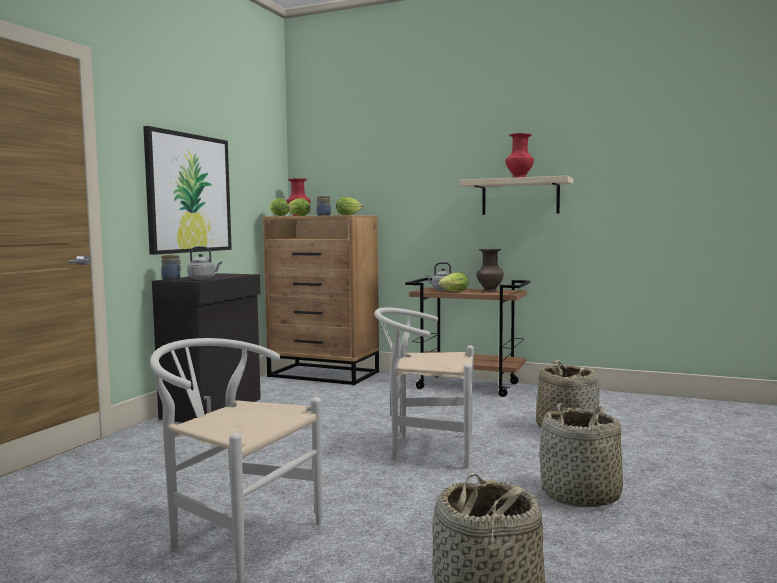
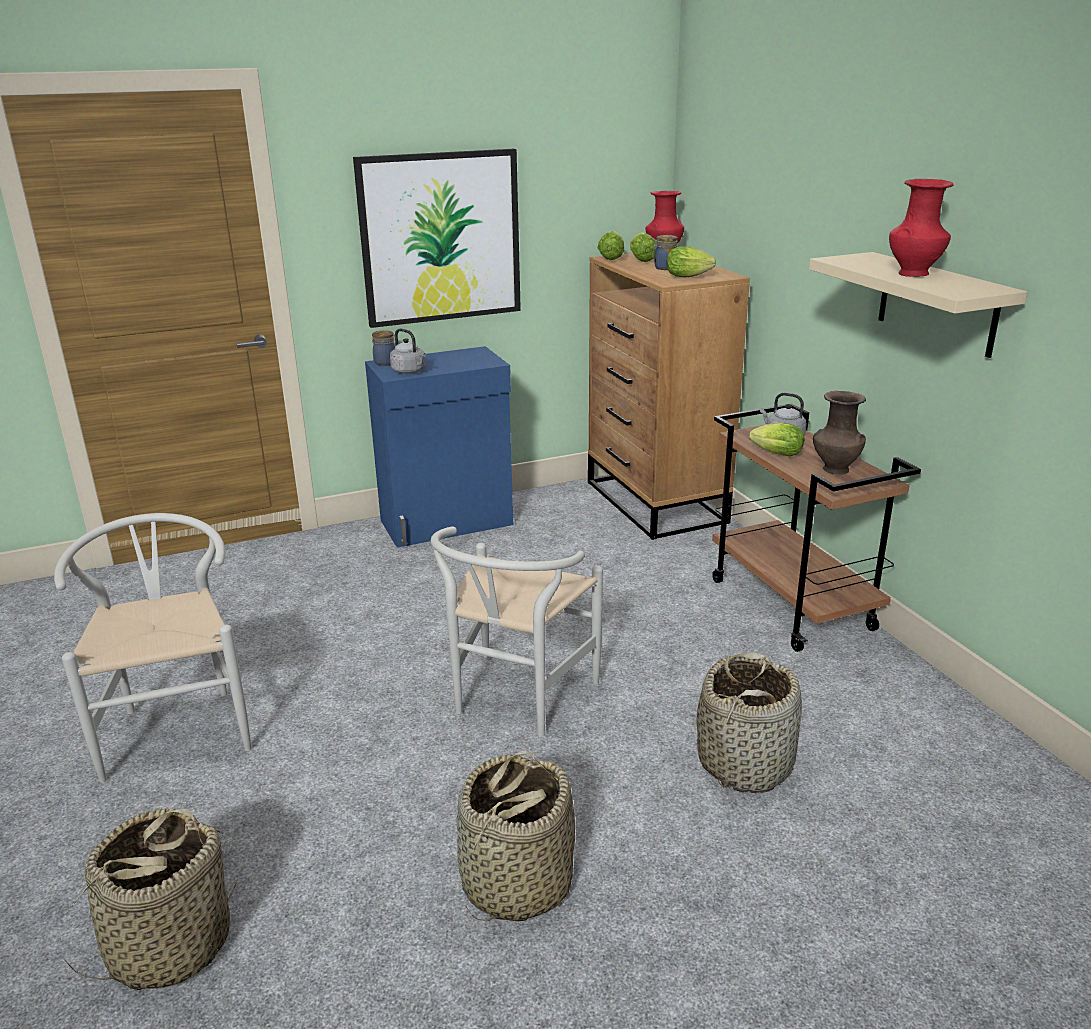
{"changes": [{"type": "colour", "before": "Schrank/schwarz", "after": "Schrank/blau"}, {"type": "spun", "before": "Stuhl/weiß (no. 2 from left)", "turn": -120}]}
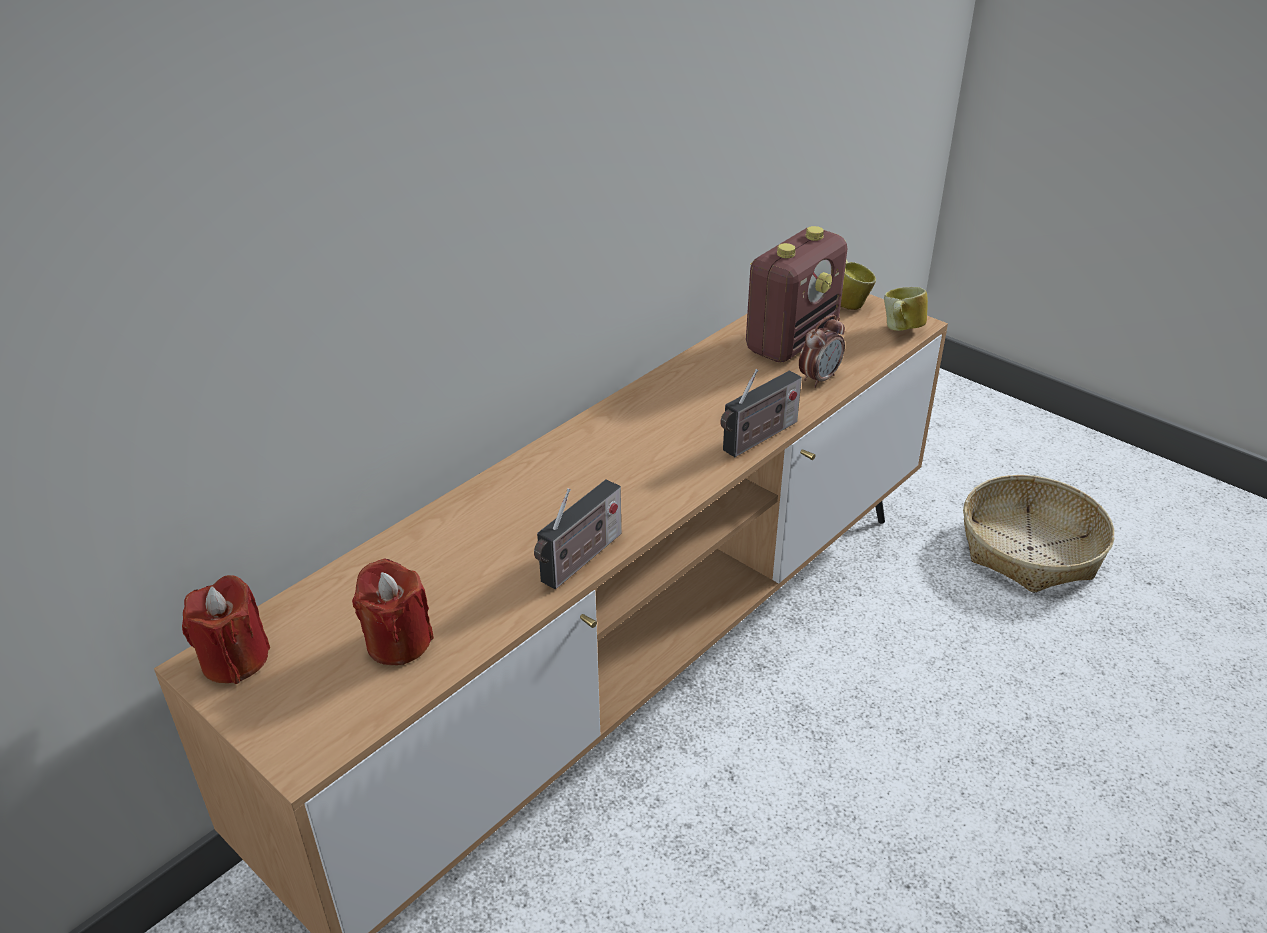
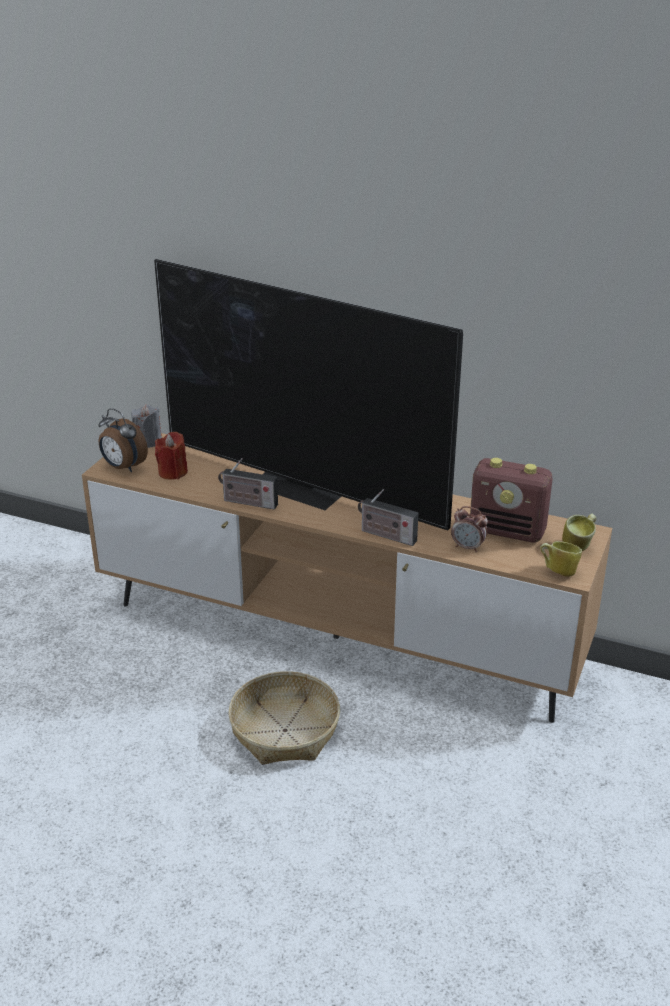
{"changes": [{"type": "relocated", "before": "Korb"}, {"type": "colour", "before": "Kerze/rot (no. 1 from left)", "after": "Kerze/grau"}, {"type": "appeared", "after": "Fernseher"}, {"type": "appeared", "after": "Wecker (no. 1 from left)"}]}
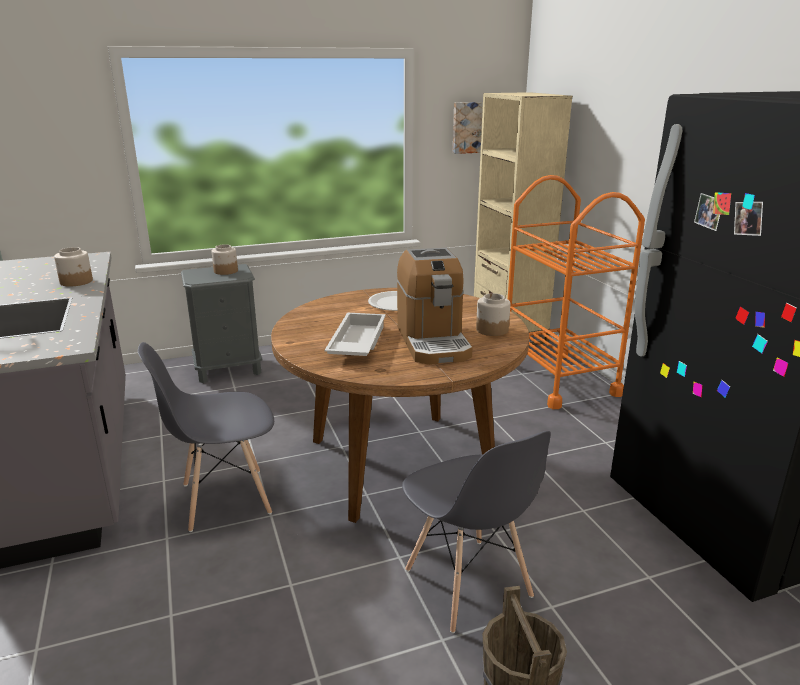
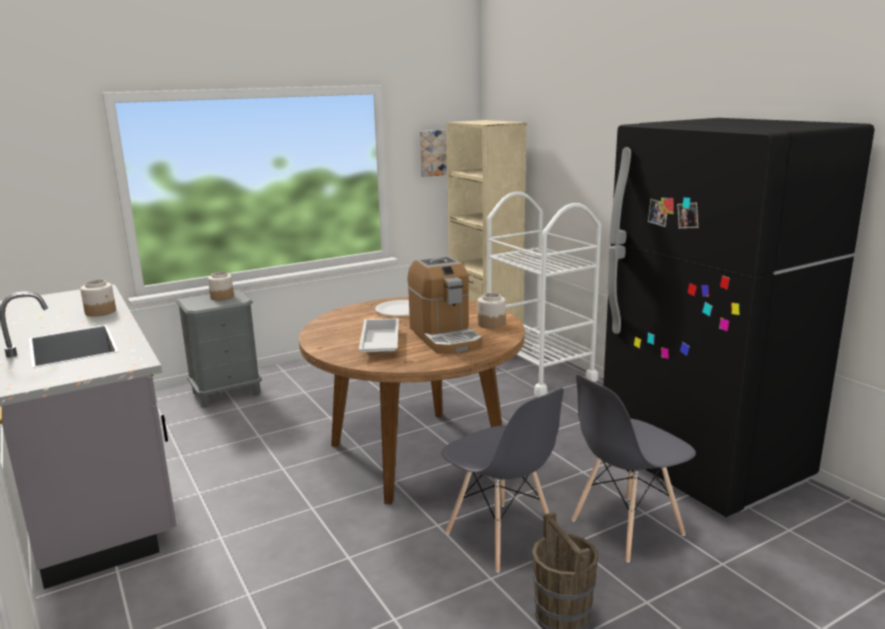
{"changes": [{"type": "colour", "before": "Rollwagen/orange", "after": "Rollwagen/weiß"}, {"type": "relocated", "before": "Stuhl/grau (no. 1 from left in the first image)", "after": "Stuhl/grau (no. 2 from left)"}]}
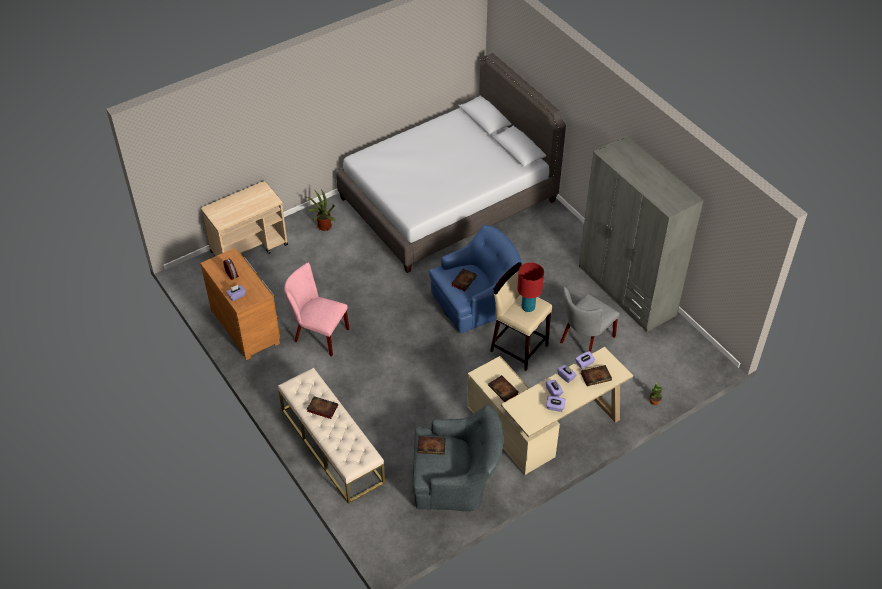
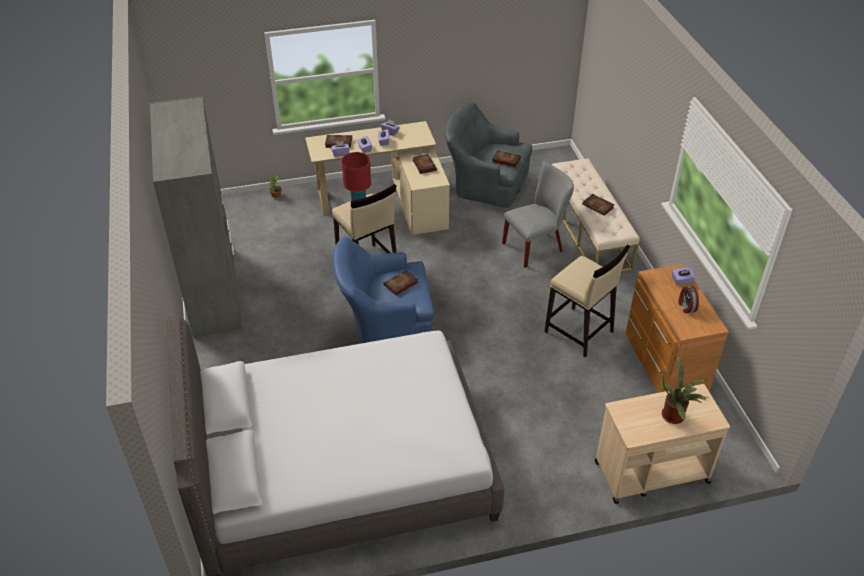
{"changes": [{"type": "relocated", "before": "Topfpflanze (no. 1 from left in the first image)", "after": "Topfpflanze (no. 2 from left)"}, {"type": "exchanged", "before": "Stuhl/rosa", "after": "Hocker/beige (no. 2 from left)"}, {"type": "relocated", "before": "Stuhl/grau"}]}
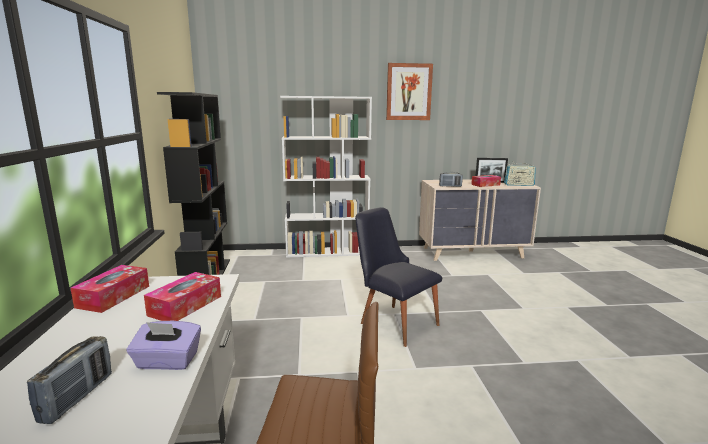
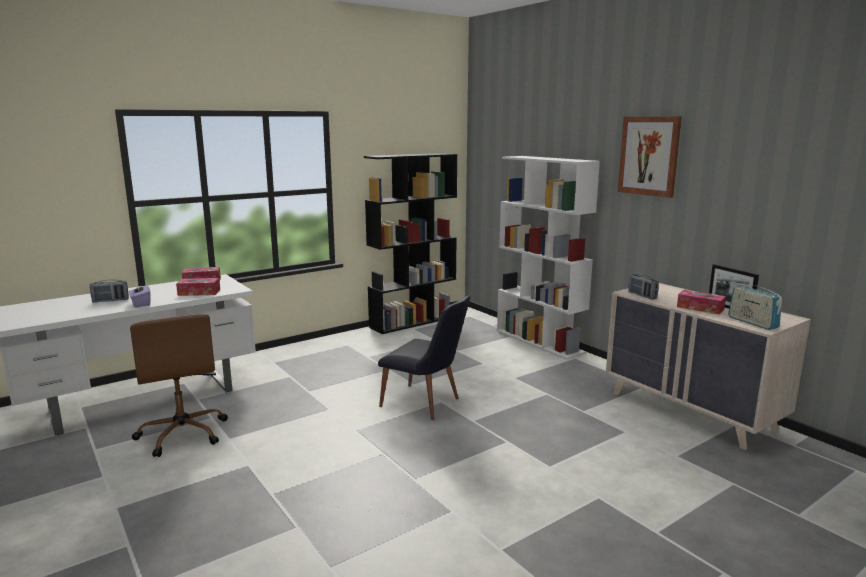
{"changes": [{"type": "spun", "before": "Stuhl/schwarz", "turn": 105}]}
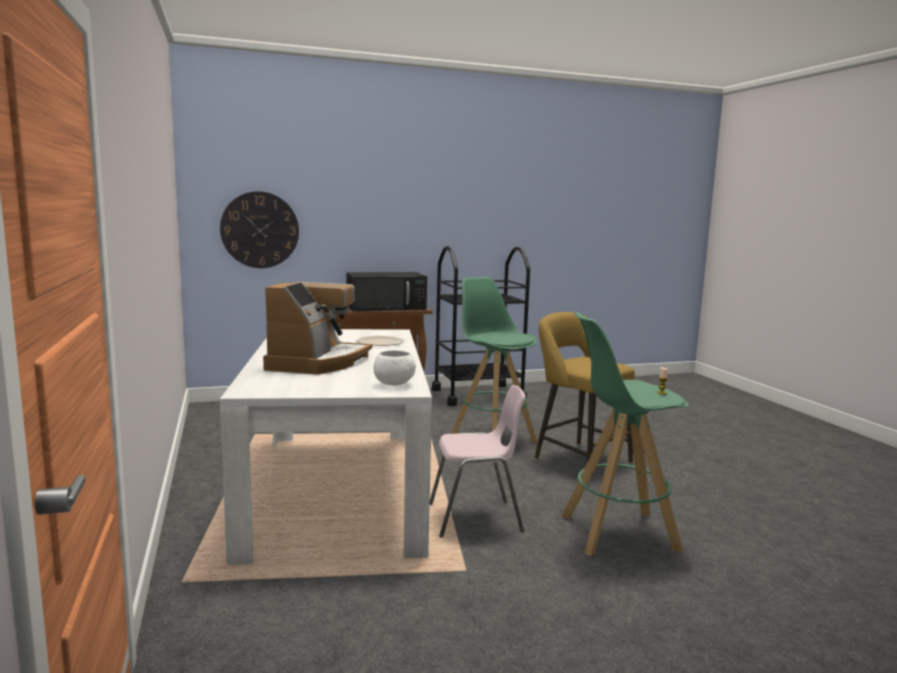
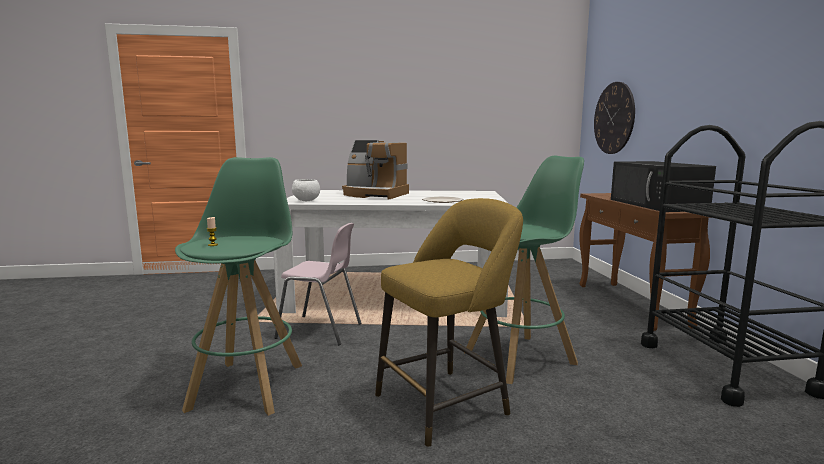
{"changes": [{"type": "spun", "before": "Stuhl/rosa", "turn": -75}]}
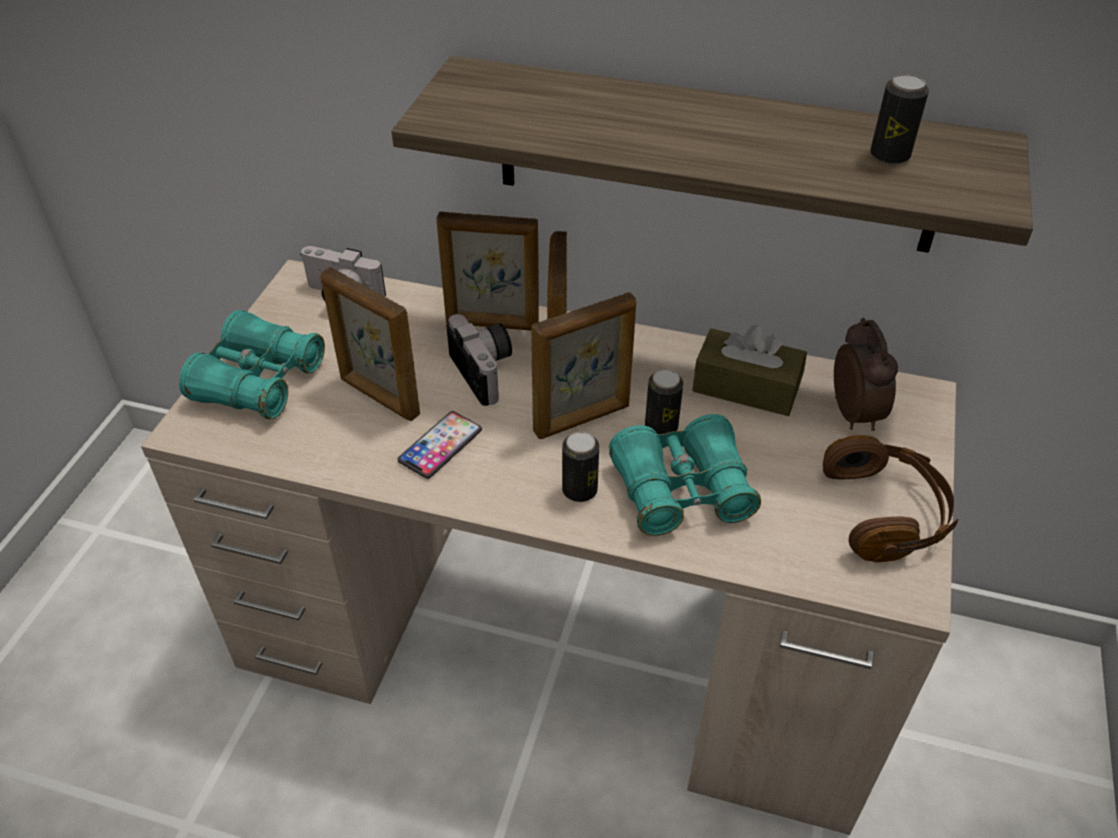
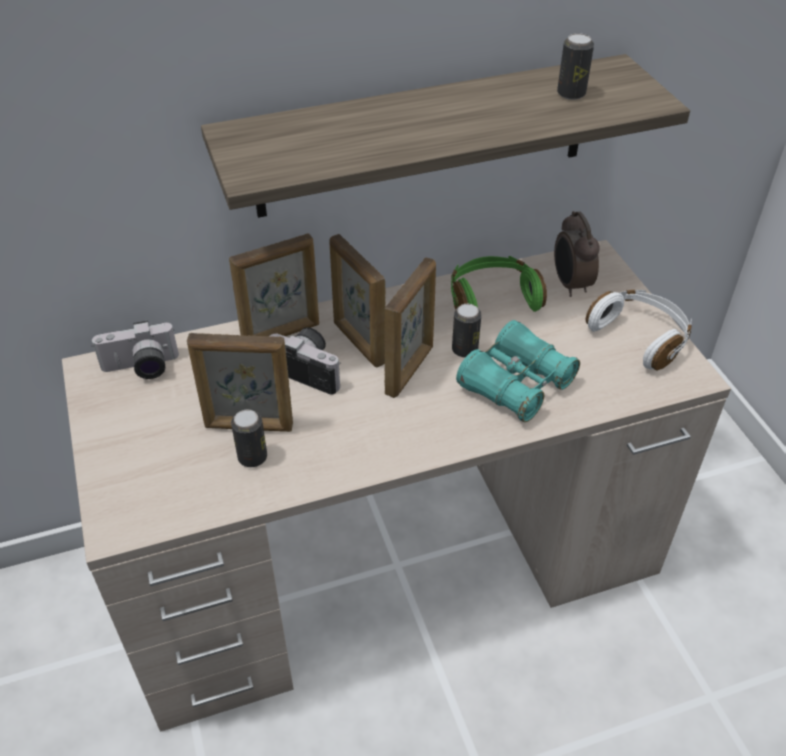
{"changes": [{"type": "missing", "before": "Fernglas/türkis (no. 1 from left)"}, {"type": "spun", "before": "Wecker", "turn": -150}, {"type": "exchanged", "before": "Taschentuchbox/braun", "after": "Kopfhörer/grün"}, {"type": "missing", "before": "Handy"}, {"type": "relocated", "before": "Dose (no. 1 from left)"}, {"type": "colour", "before": "Kopfhörer/braun", "after": "Kopfhörer/weiß"}]}
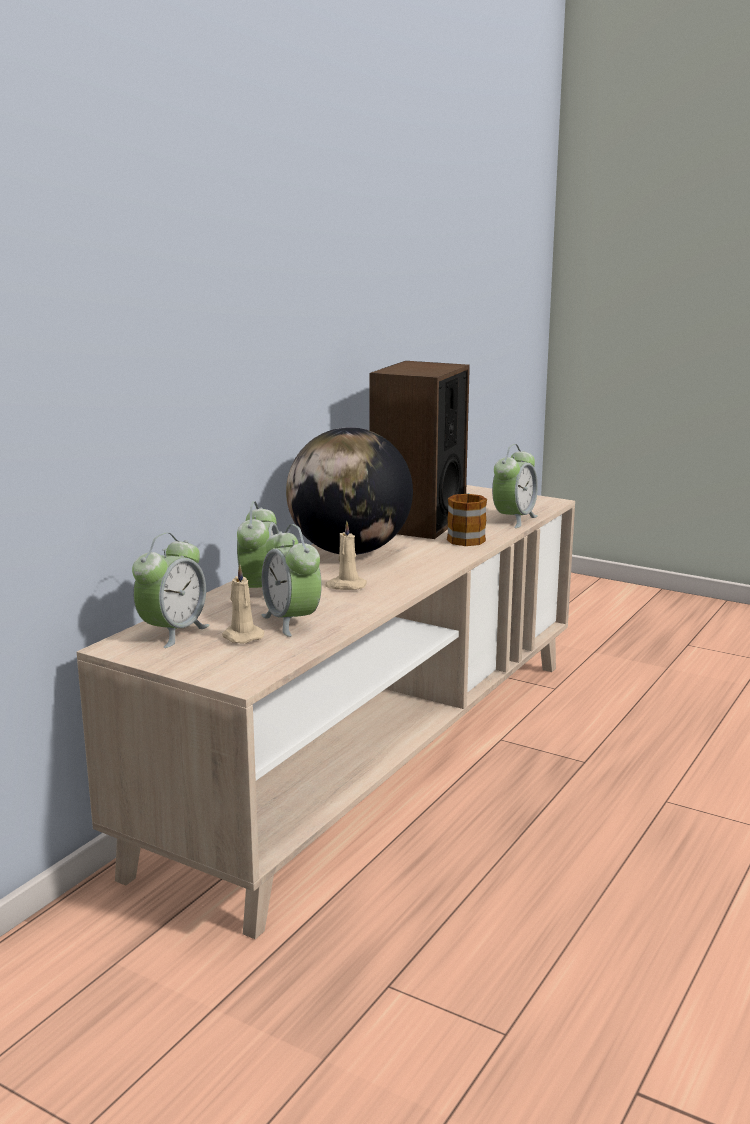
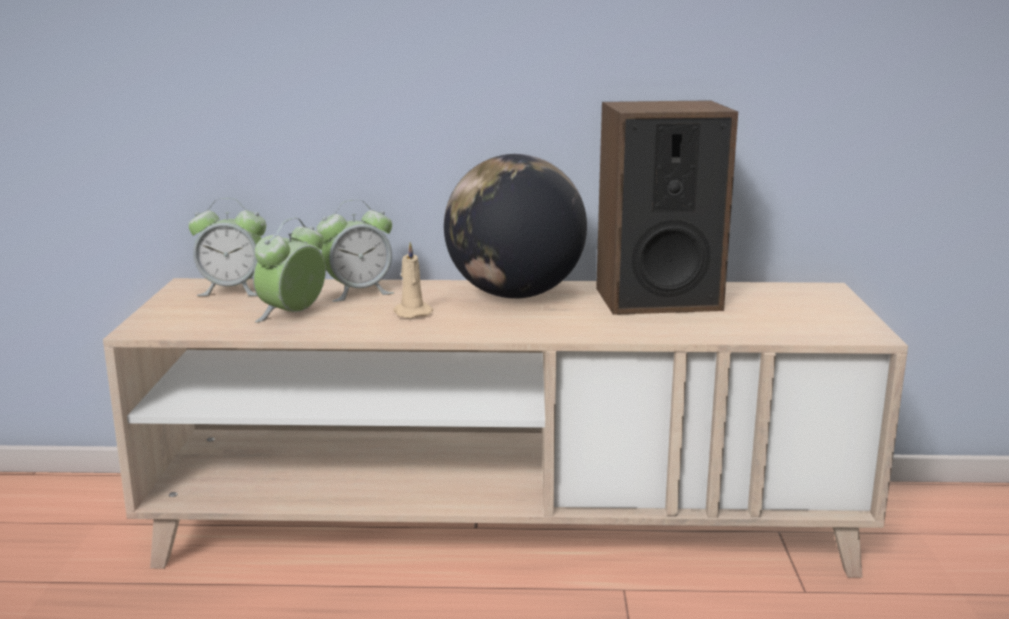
{"changes": [{"type": "missing", "before": "Wecker (no. 4 from left)"}, {"type": "missing", "before": "Henkelbecher"}, {"type": "missing", "before": "Kerze/beige (no. 1 from left)"}]}
